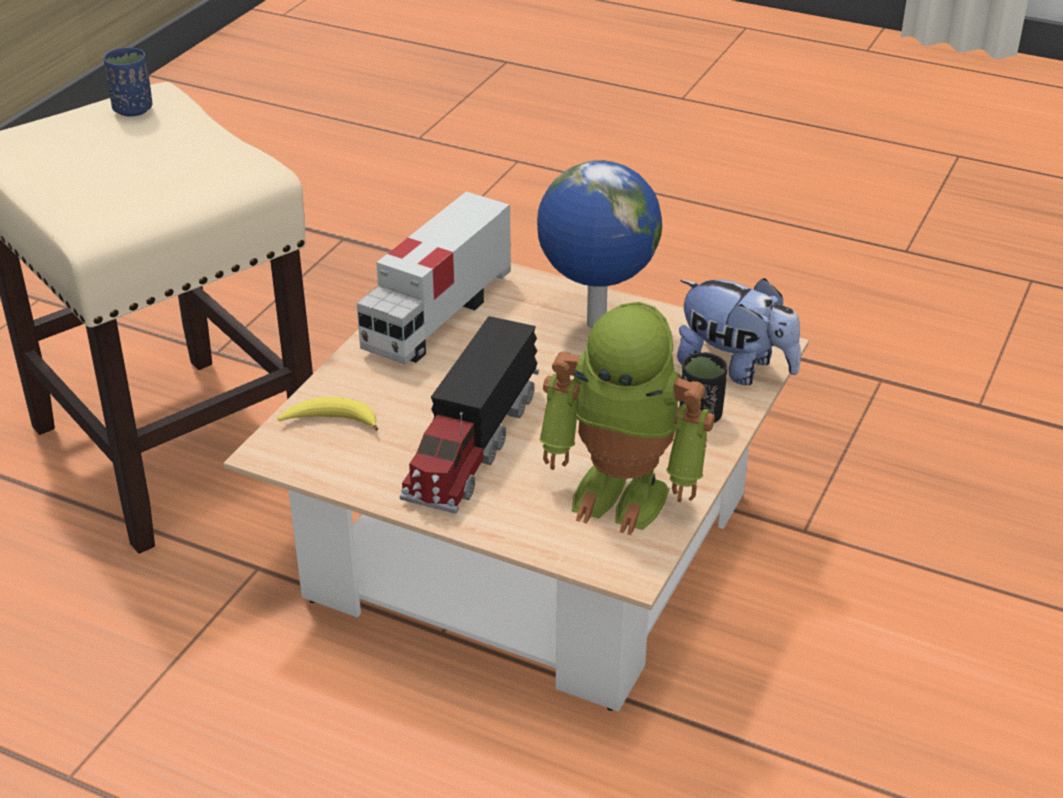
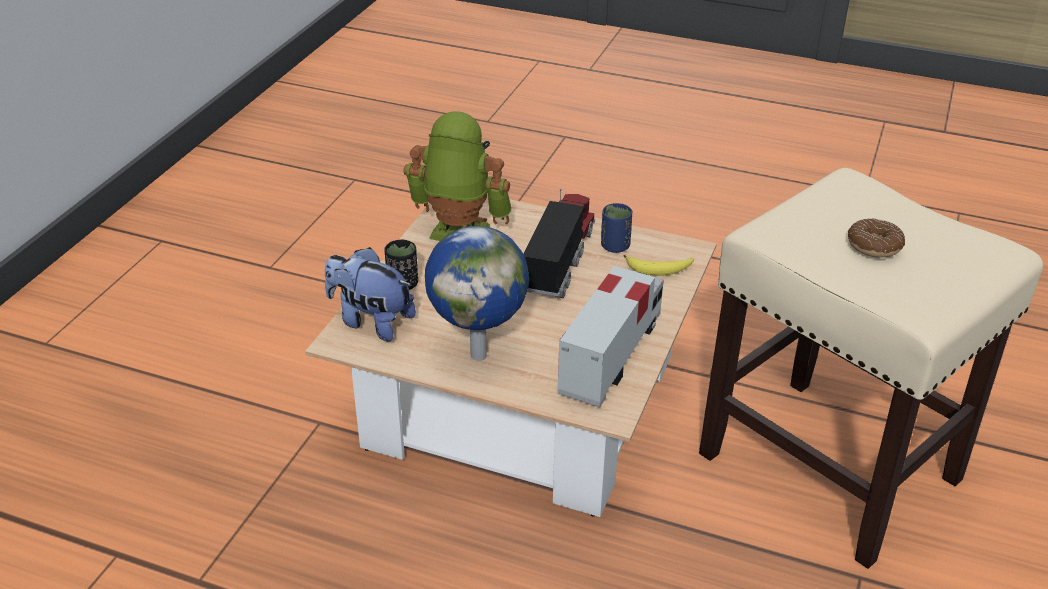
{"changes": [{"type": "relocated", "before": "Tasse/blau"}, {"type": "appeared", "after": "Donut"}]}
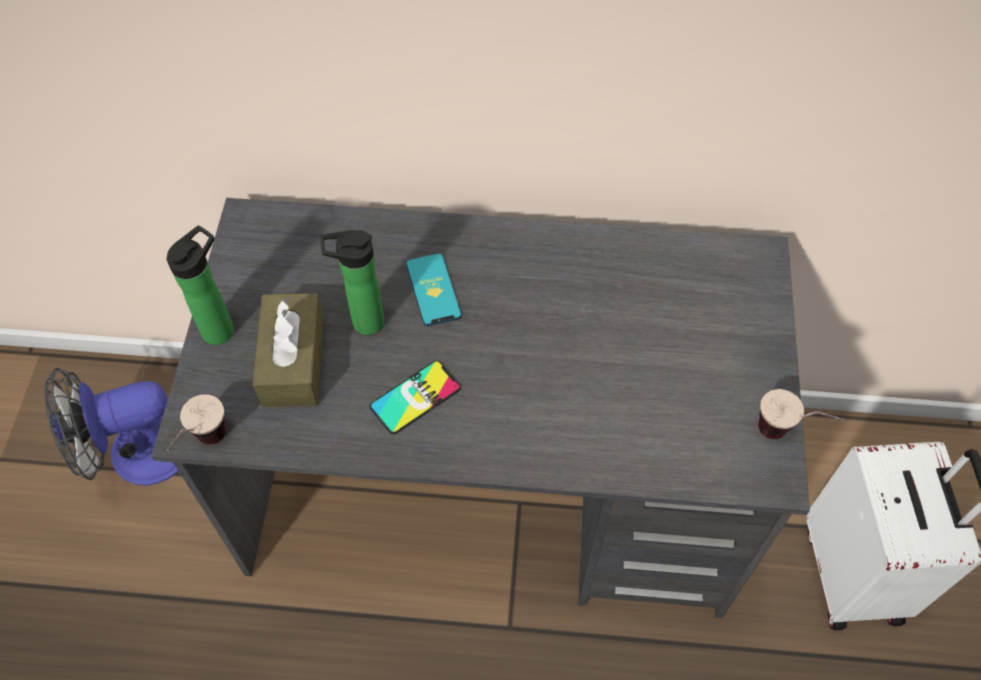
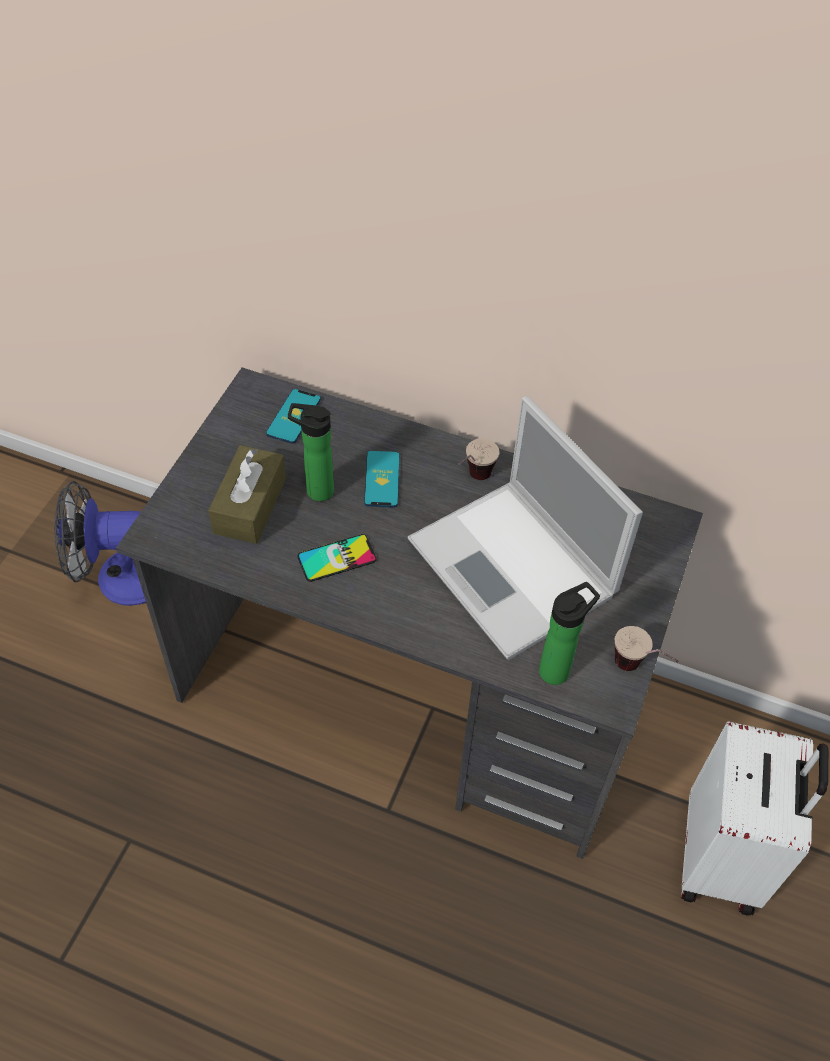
{"changes": [{"type": "relocated", "before": "Flasche (no. 1 from left in the first image)", "after": "Flasche (no. 2 from left)"}, {"type": "relocated", "before": "Tasse (no. 1 from left)"}, {"type": "appeared", "after": "Handy (no. 1 from left)"}, {"type": "appeared", "after": "Laptop"}]}
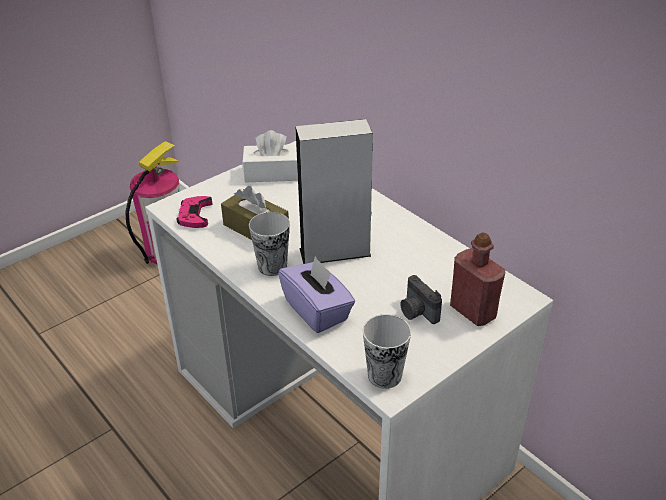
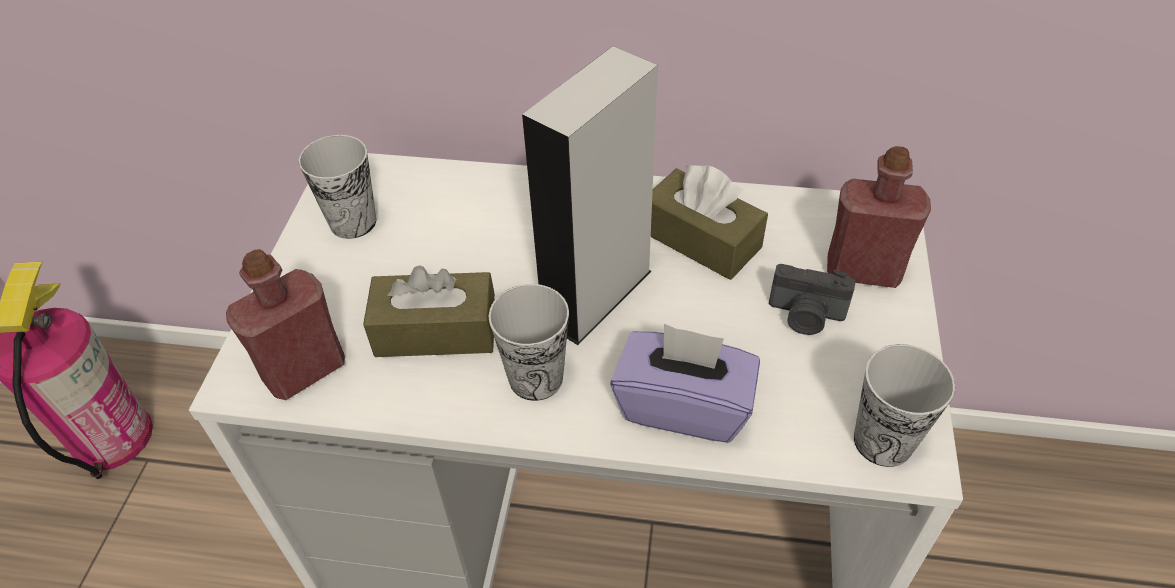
{"changes": [{"type": "exchanged", "before": "Taschentuchbox/weiß", "after": "Tasse (no. 1 from left)"}, {"type": "exchanged", "before": "Gamepad/rosa", "after": "Flasche/rot (no. 1 from left)"}, {"type": "appeared", "after": "Taschentuchbox/braun (no. 2 from left)"}]}
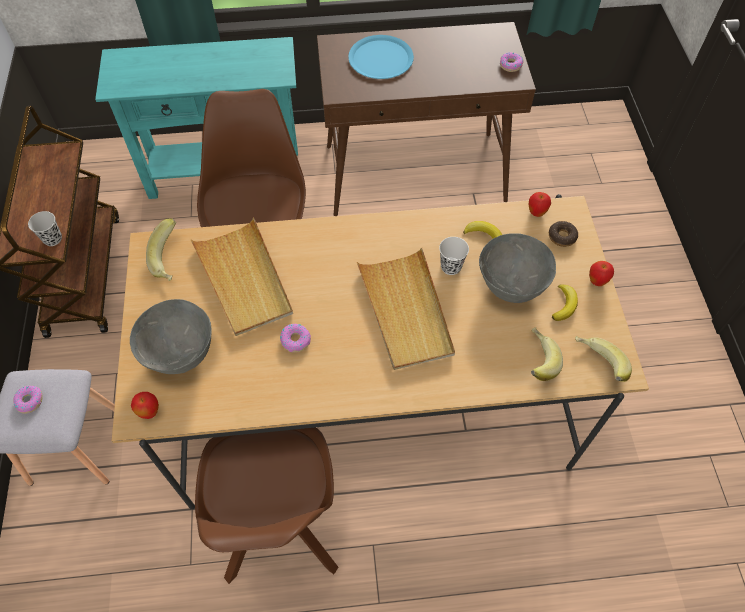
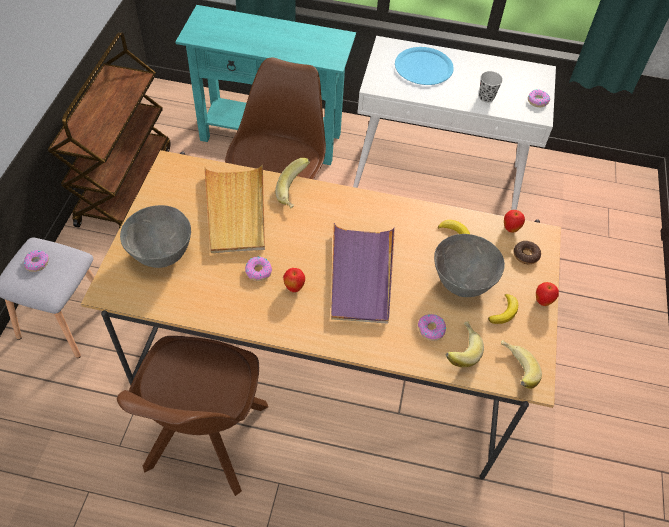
{"changes": [{"type": "colour", "before": "Konsolentisch/braun", "after": "Konsolentisch/weiß"}, {"type": "relocated", "before": "Tasse/schwarz"}, {"type": "relocated", "before": "Banane (no. 1 from left)"}, {"type": "missing", "before": "Tasse/weiß"}, {"type": "colour", "before": "Tablett/beige (no. 2 from left)", "after": "Tablett/lila"}, {"type": "relocated", "before": "Apfel (no. 1 from left)"}, {"type": "appeared", "after": "Donut (no. 3 from left)"}]}
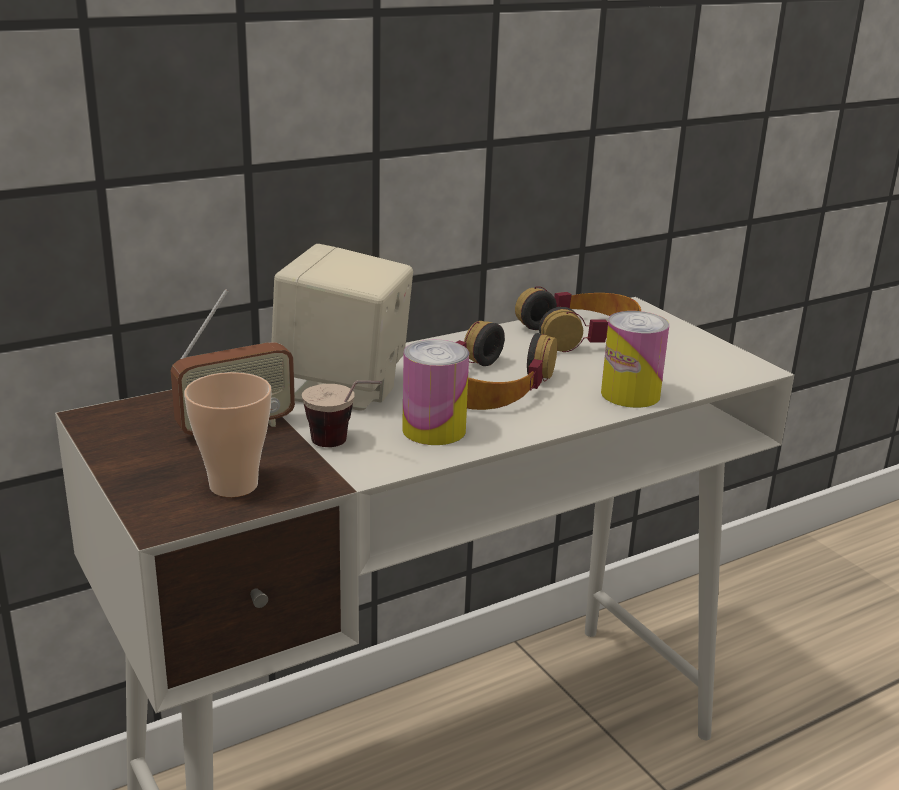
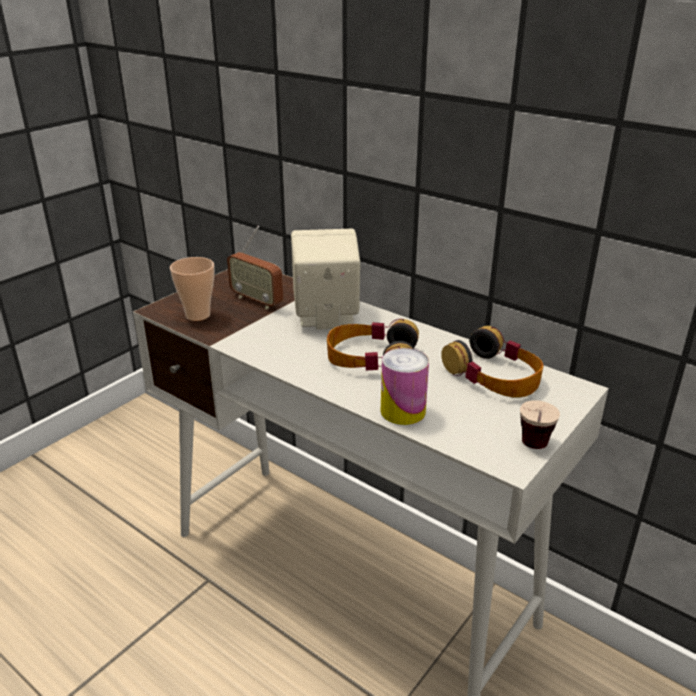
{"changes": [{"type": "missing", "before": "Dose (no. 1 from left)"}, {"type": "relocated", "before": "Tasse (no. 2 from left)"}]}
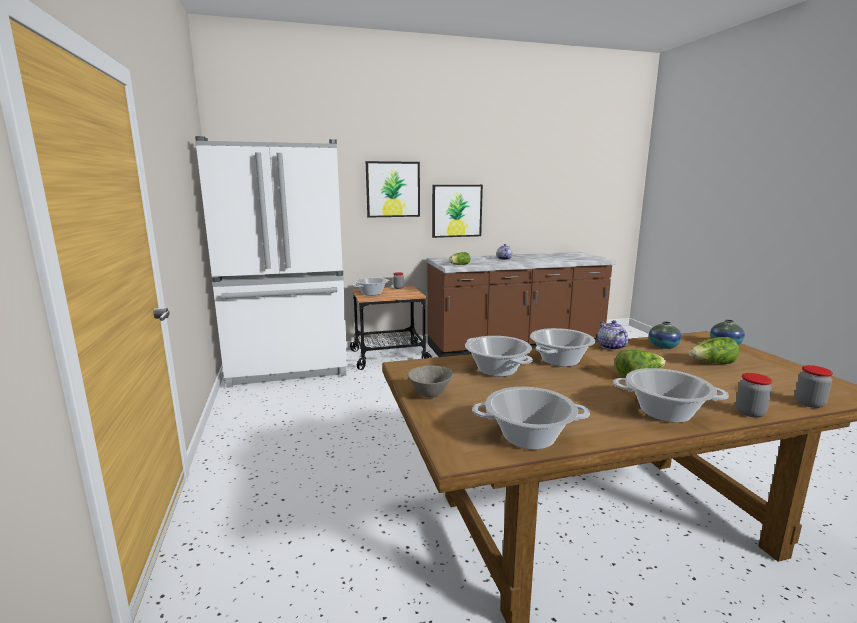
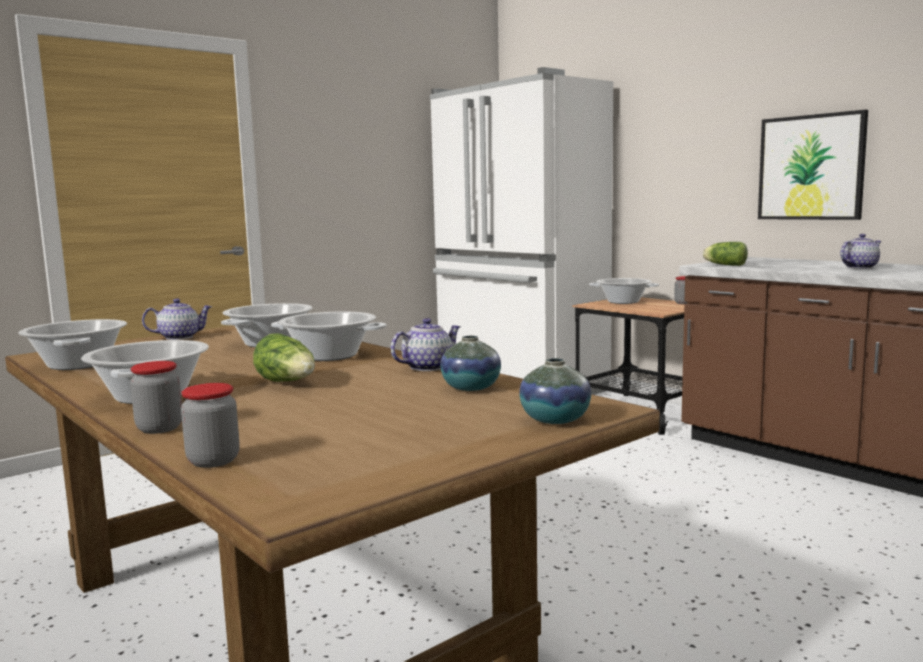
{"changes": [{"type": "missing", "before": "Bild (no. 1 from left)"}, {"type": "missing", "before": "Salatkopf (no. 3 from left)"}, {"type": "exchanged", "before": "Schüssel/grau", "after": "Teekanne (no. 1 from left)"}]}
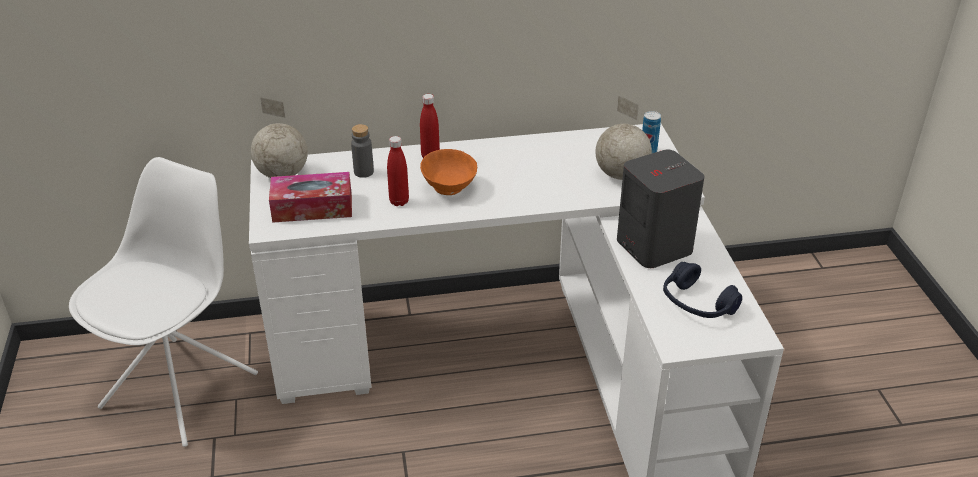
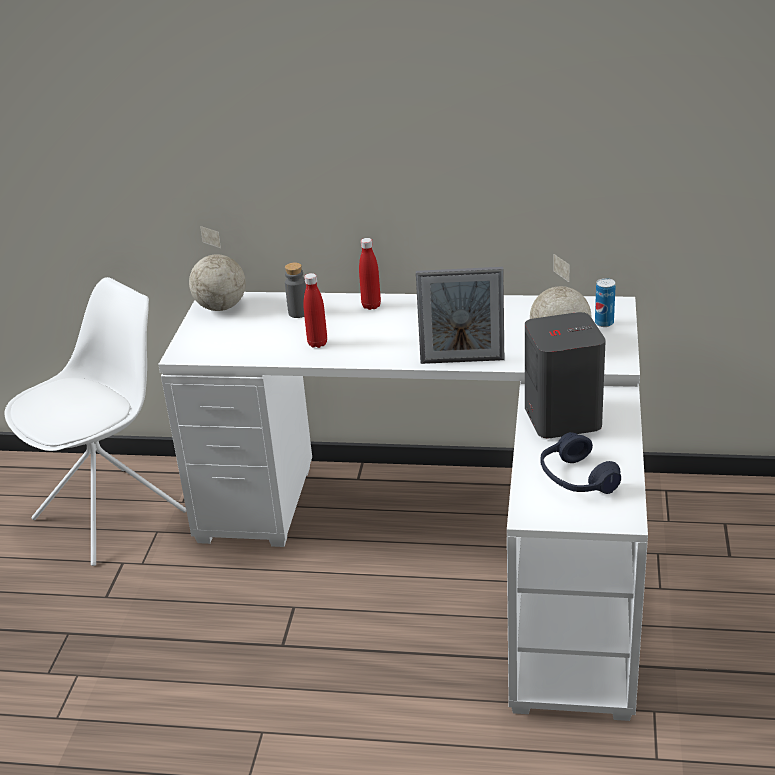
{"changes": [{"type": "missing", "before": "Schüssel/orange"}, {"type": "missing", "before": "Taschentuchbox"}, {"type": "appeared", "after": "Bilderrahmen"}]}
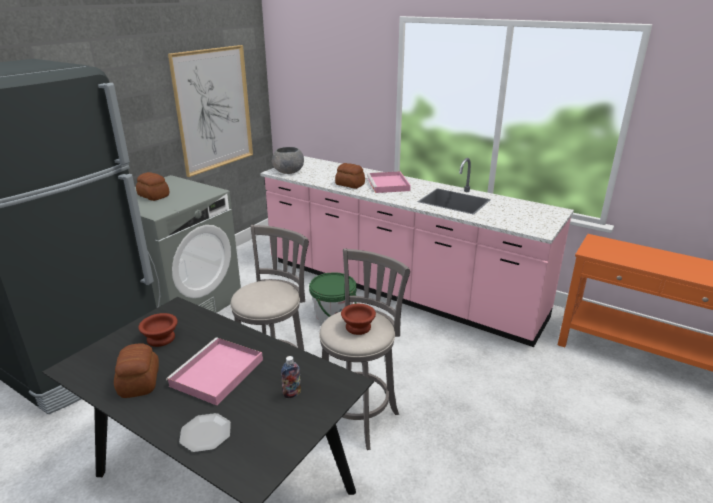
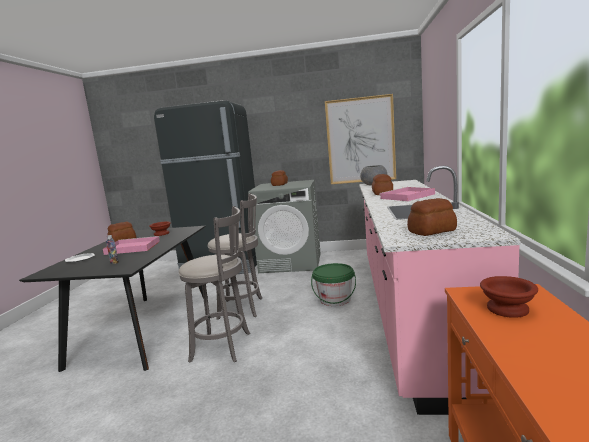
{"changes": [{"type": "relocated", "before": "Schüssel/braun (no. 2 from left)"}, {"type": "appeared", "after": "Brot (no. 4 from left)"}]}
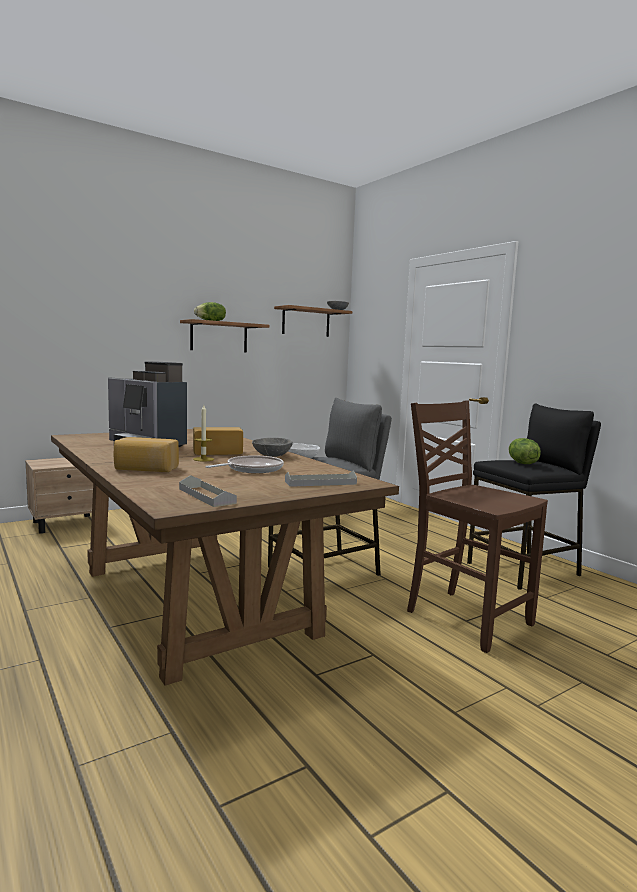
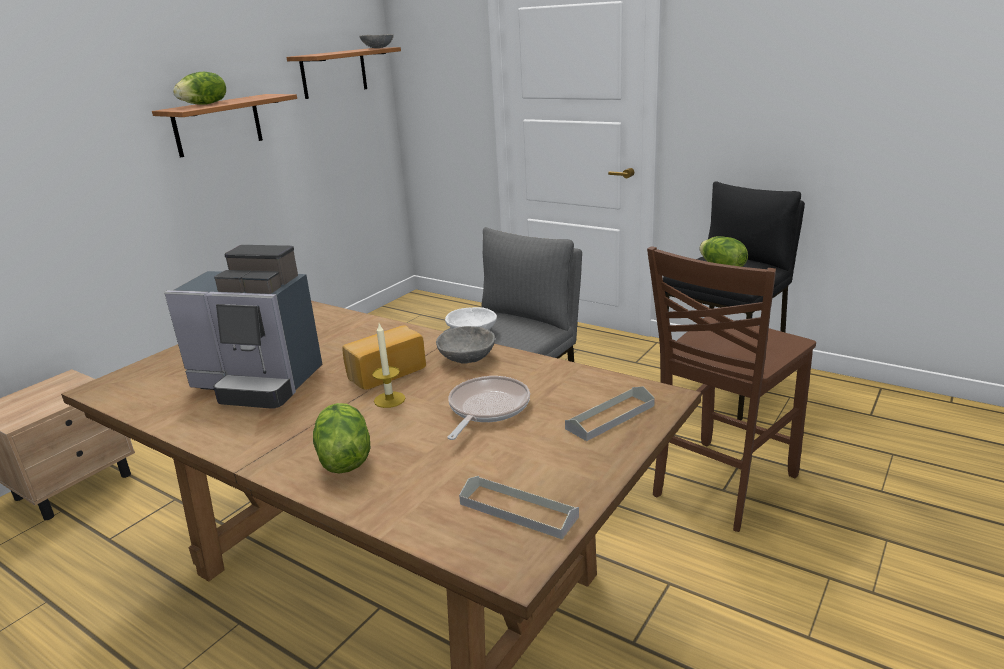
{"changes": [{"type": "spun", "before": "Stuhl/braun", "turn": -75}, {"type": "exchanged", "before": "Brot (no. 1 from left)", "after": "Salatkopf (no. 2 from left)"}]}
